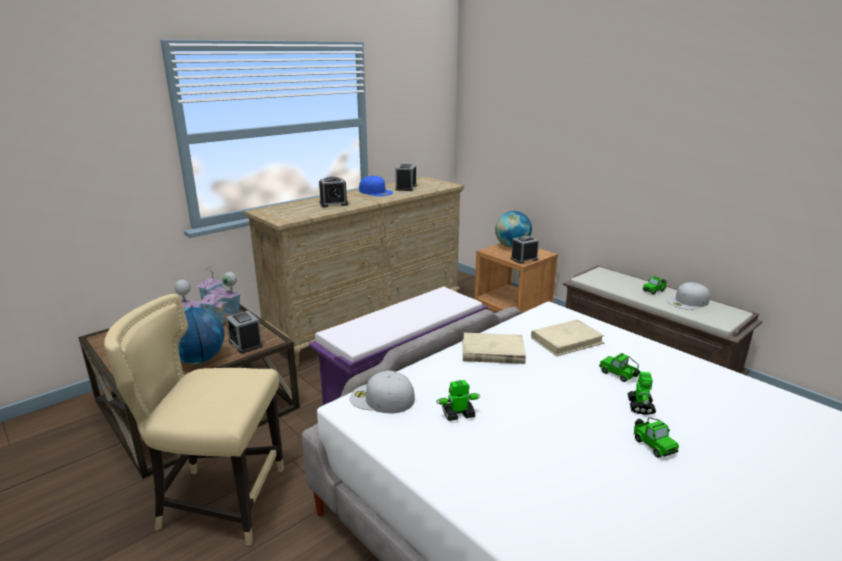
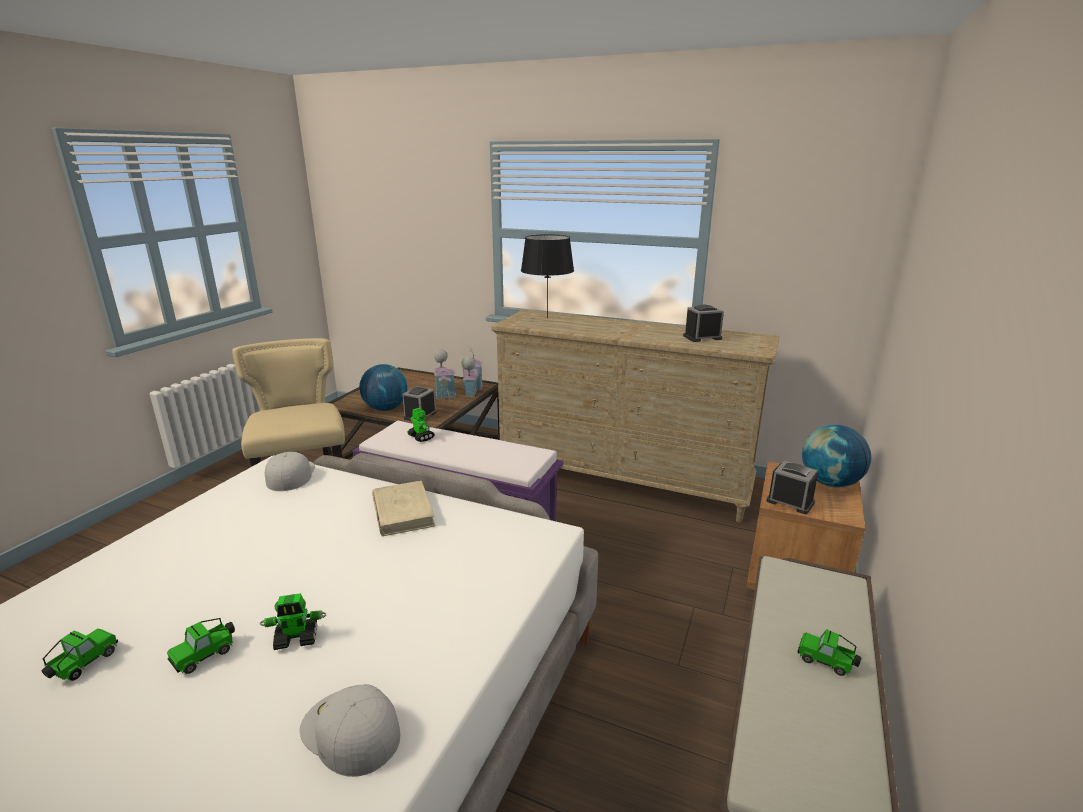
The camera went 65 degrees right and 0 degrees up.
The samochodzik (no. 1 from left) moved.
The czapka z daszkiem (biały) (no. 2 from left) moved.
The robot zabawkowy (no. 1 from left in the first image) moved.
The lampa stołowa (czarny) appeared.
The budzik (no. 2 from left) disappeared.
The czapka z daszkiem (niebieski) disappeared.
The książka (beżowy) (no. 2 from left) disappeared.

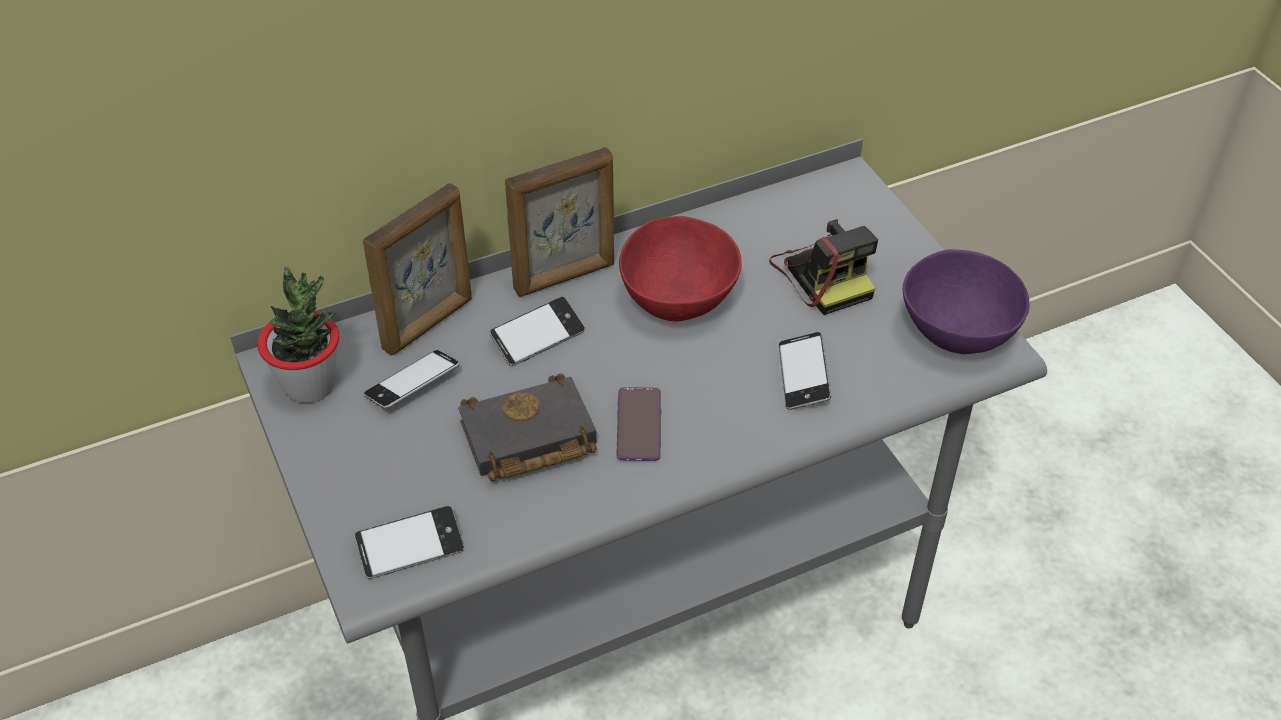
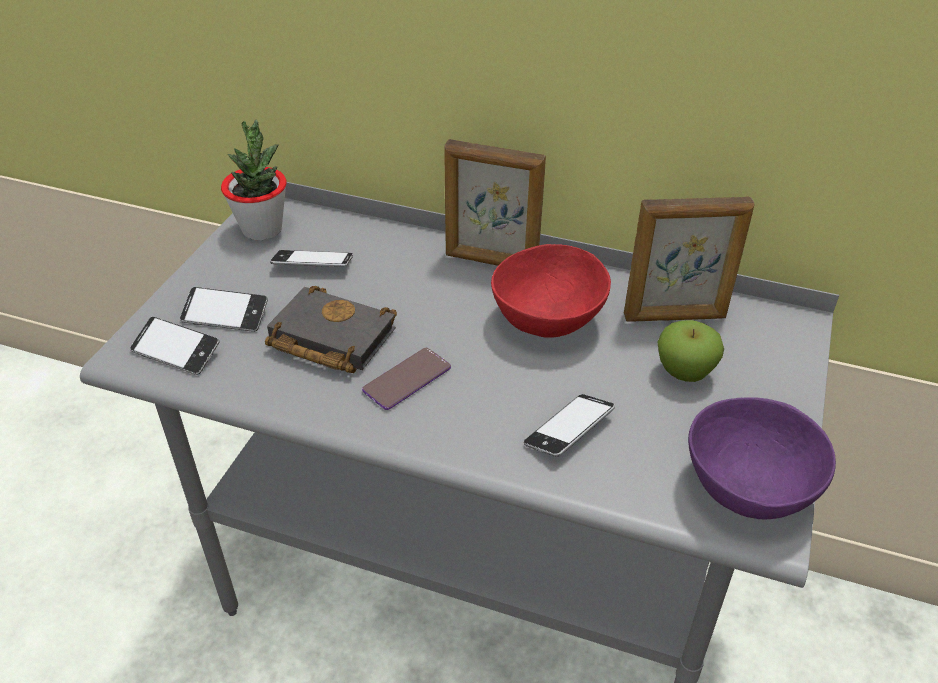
The camera went 45 degrees right and 5 degrees down.
The telefon (no. 3 from left in the first image) moved.
The ramka na zdjęcie (no. 1 from left in the first image) moved.
The aparat fotograficzny was replaced by the jabłko.

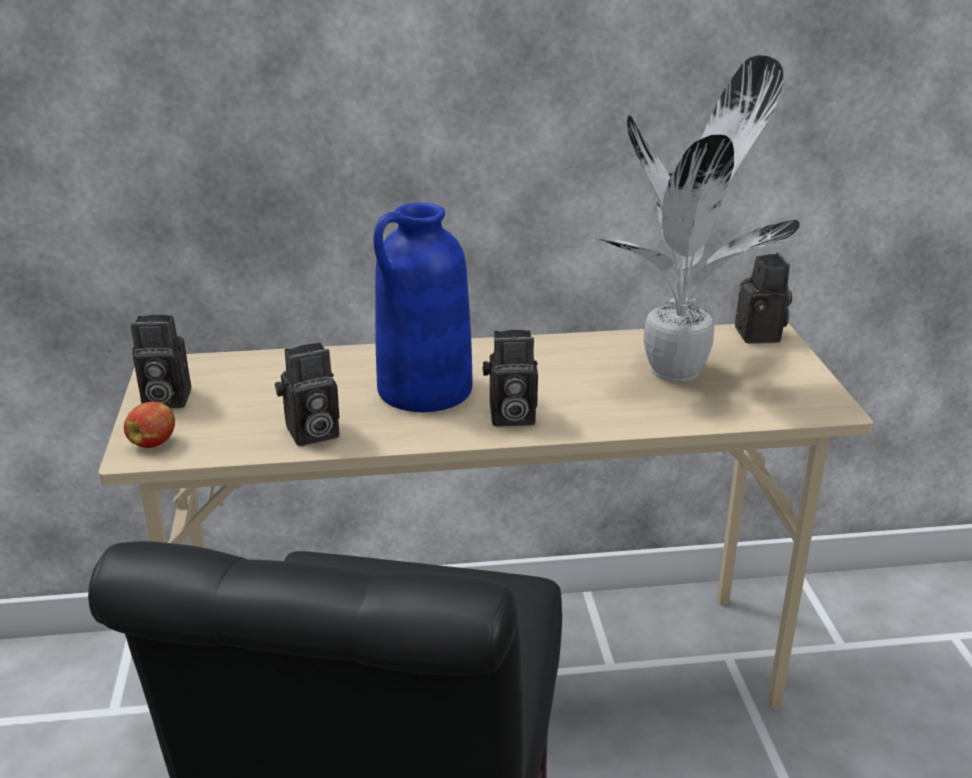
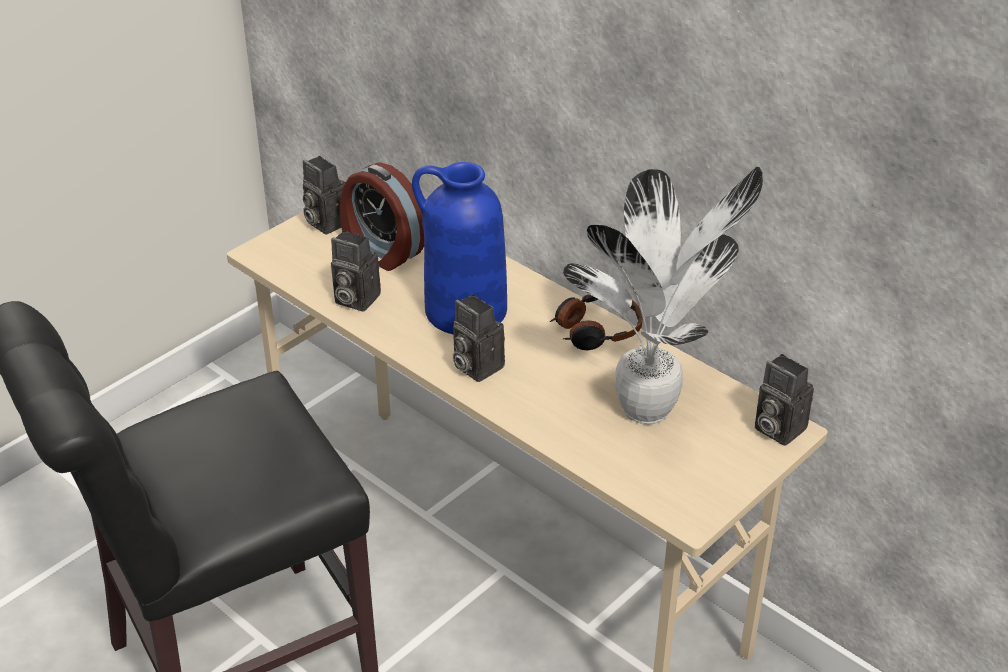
The camera went 50 degrees right and 10 degrees up.
The budzik appeared.
The słuchawki appeared.
The aparat fotograficzny (no. 4 from left) turned 90 degrees clockwise.
The jabłko disappeared.

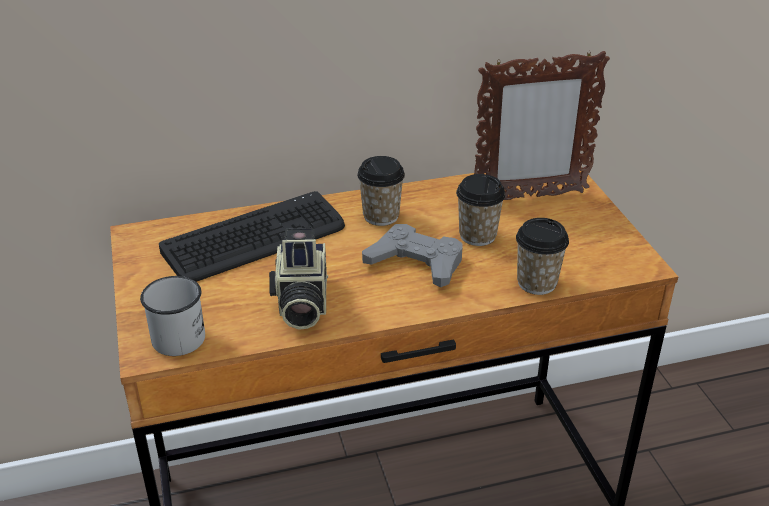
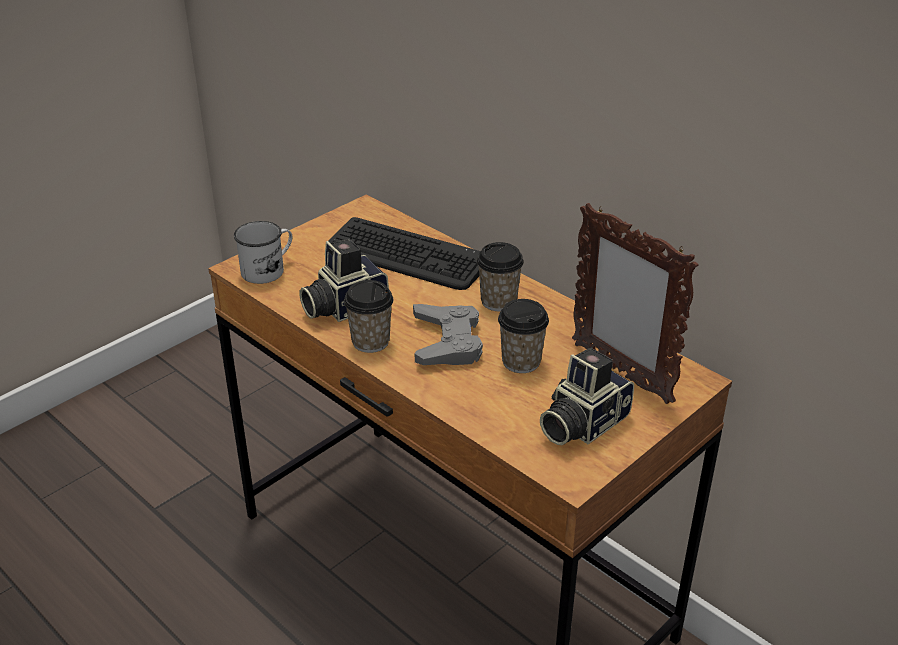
The camera went 60 degrees right and 0 degrees up.
The filiżanka (no. 3 from left in the first image) moved.
The aparat fotograficzny (no. 2 from left) appeared.

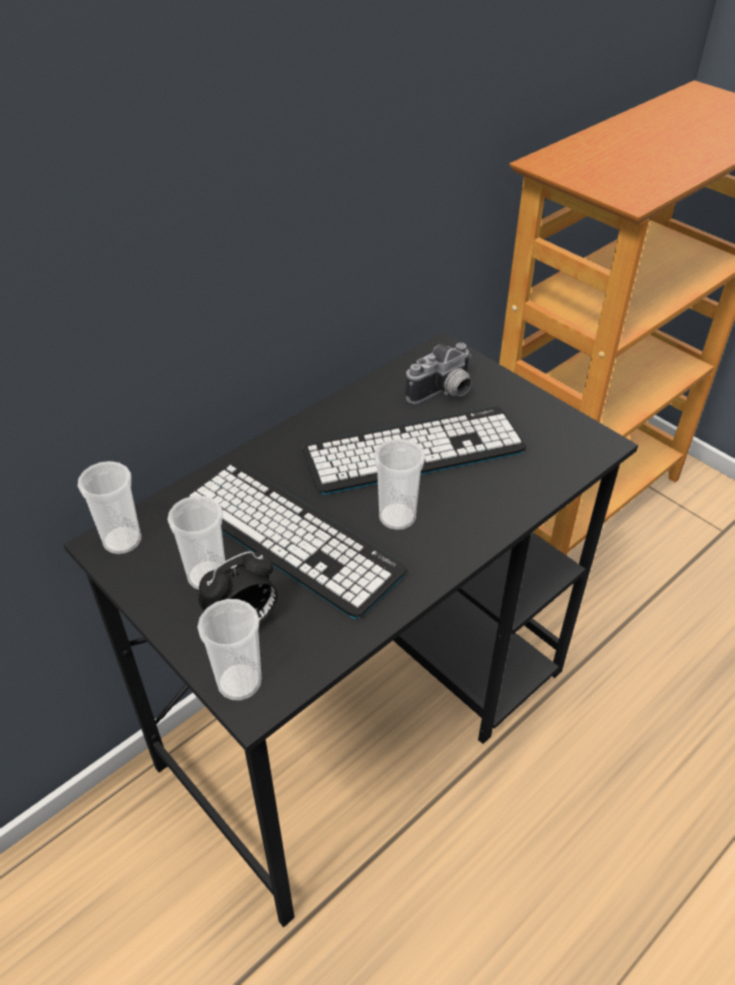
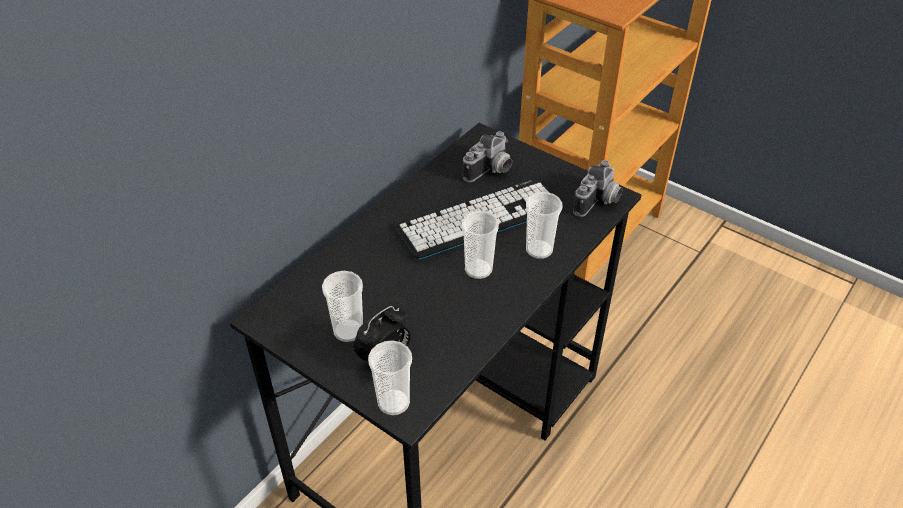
The camera went 10 degrees left and 0 degrees up.
The filiżanka (no. 1 from left in the first image) moved.
The aparat fotograficzny (no. 2 from left) appeared.
The klawiatura (no. 1 from left) disappeared.

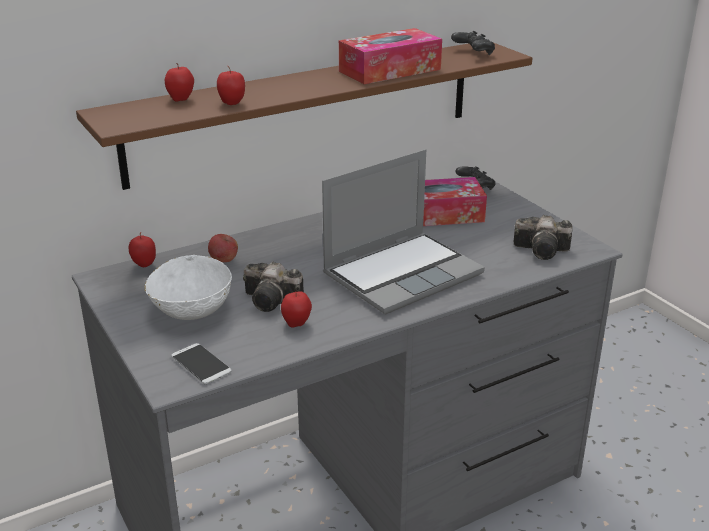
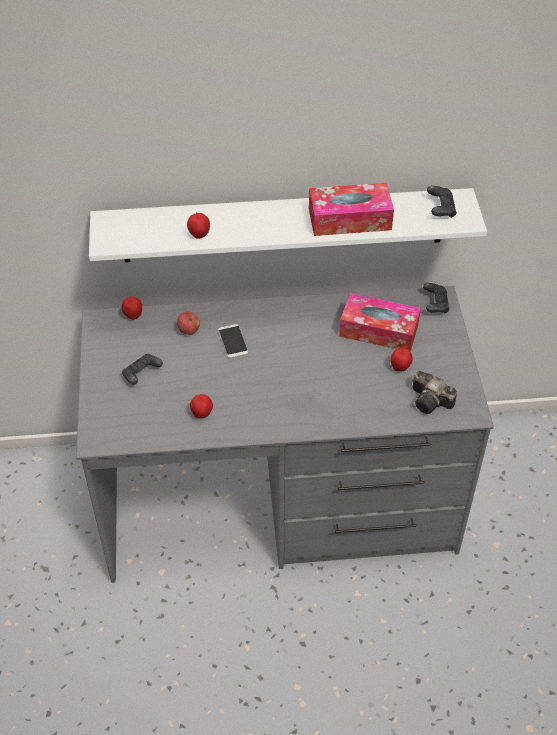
The camera went 25 degrees right and 20 degrees up.
The półka (brązowy) became the półka (biały).
The miska (biały) was replaced by the pad do gier (czarny) (no. 1 from left).
The telefon moved.
The jabłko (no. 2 from left in the first image) moved.
The aparat fotograficzny (no. 1 from left) disappeared.
The laptop disappeared.

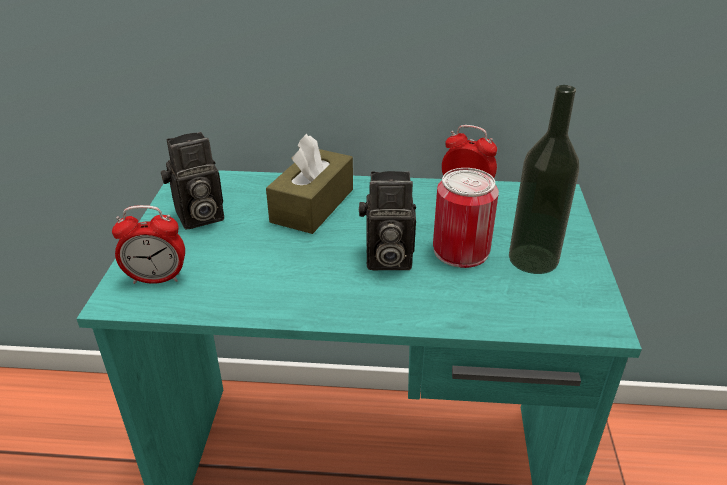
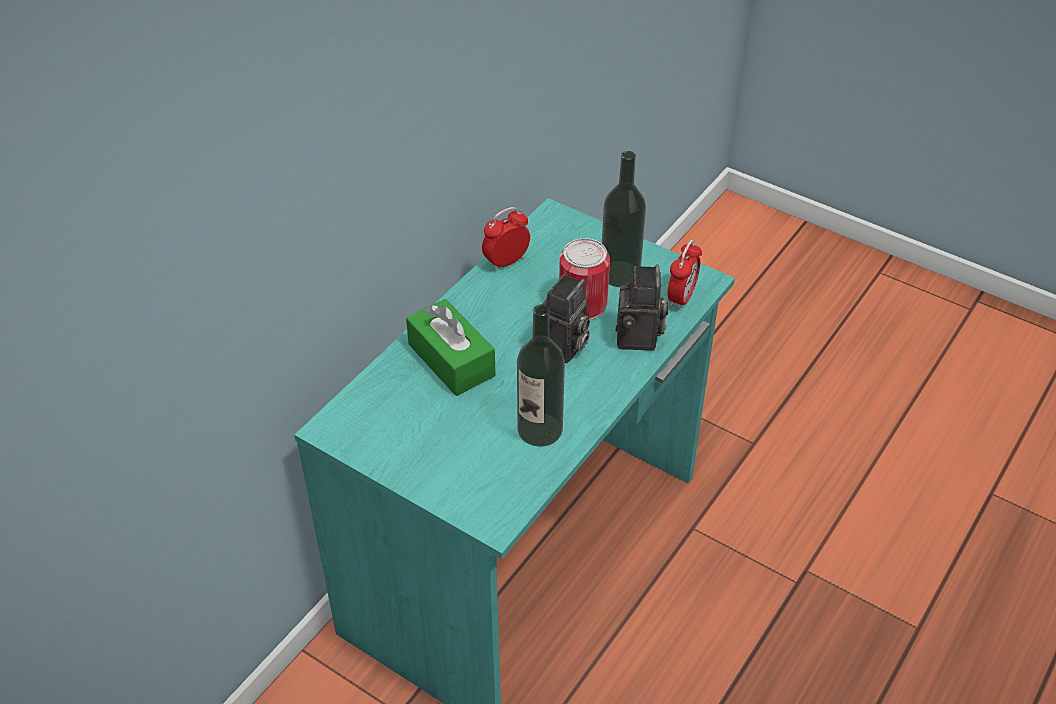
The camera went 60 degrees left and 10 degrees up.
The pudełko chusteczek (brązowy) became the pudełko chusteczek (zielony).
The butelka (no. 1 from left) appeared.
The aparat fotograficzny (no. 1 from left in the first image) moved.
The budzik (no. 1 from left in the first image) moved.

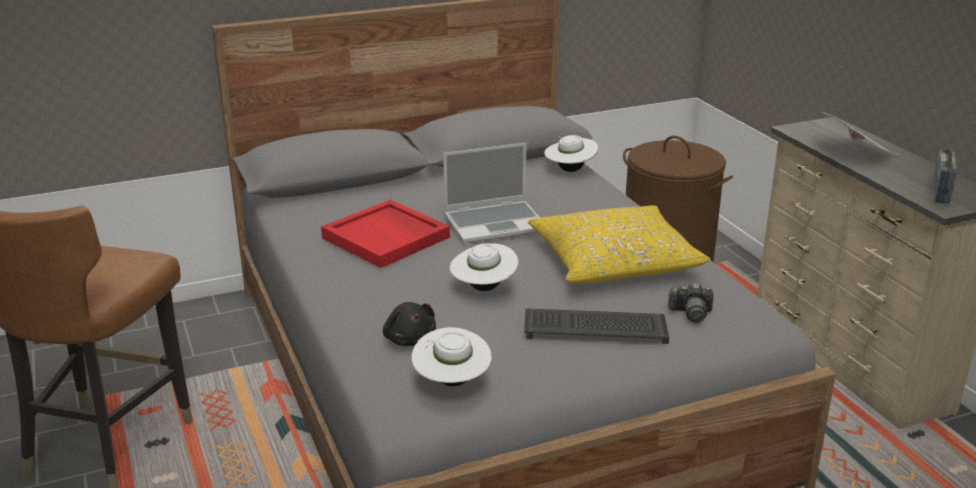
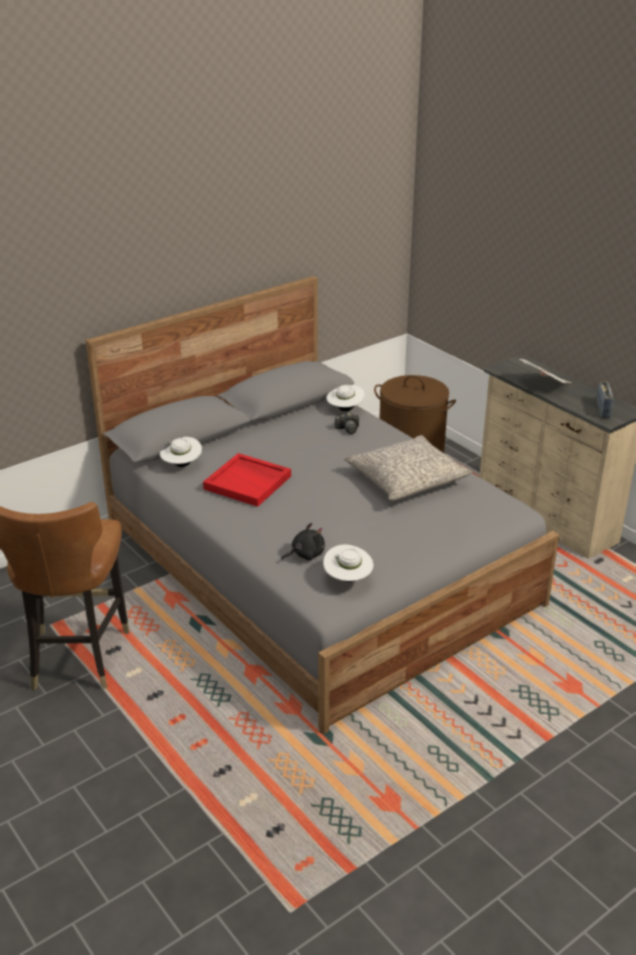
The camera went 15 degrees left and 5 degrees up.
The kapelusz (biały) (no. 2 from left in the first image) moved.
The pluszak (czarny) turned 75 degrees counterclockwise.
The aparat fotograficzny moved.
The poduszka (żółty) became the poduszka (szary).
The laptop disappeared.
The klawiatura disappeared.

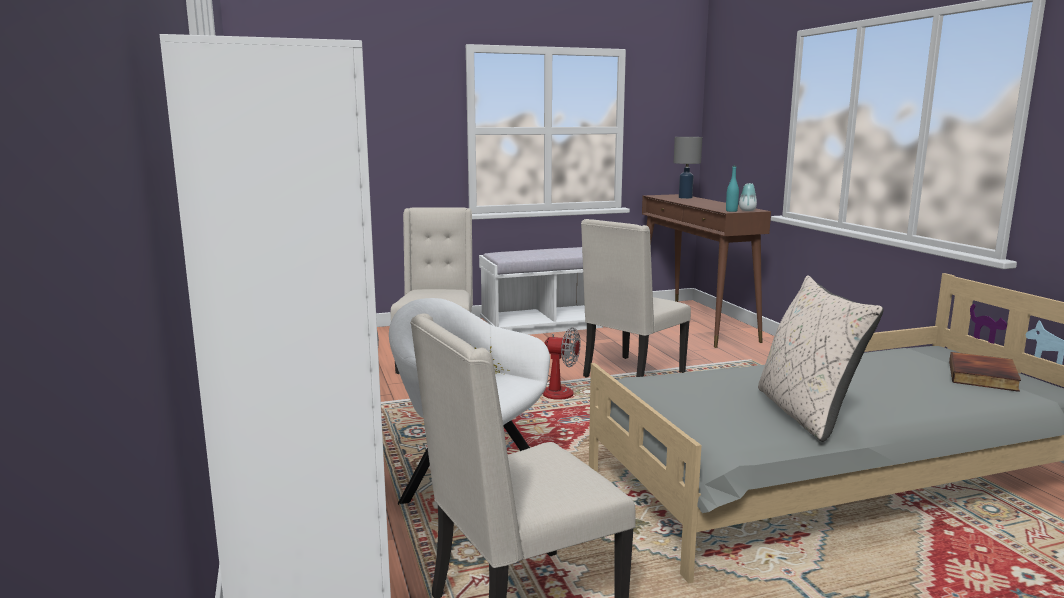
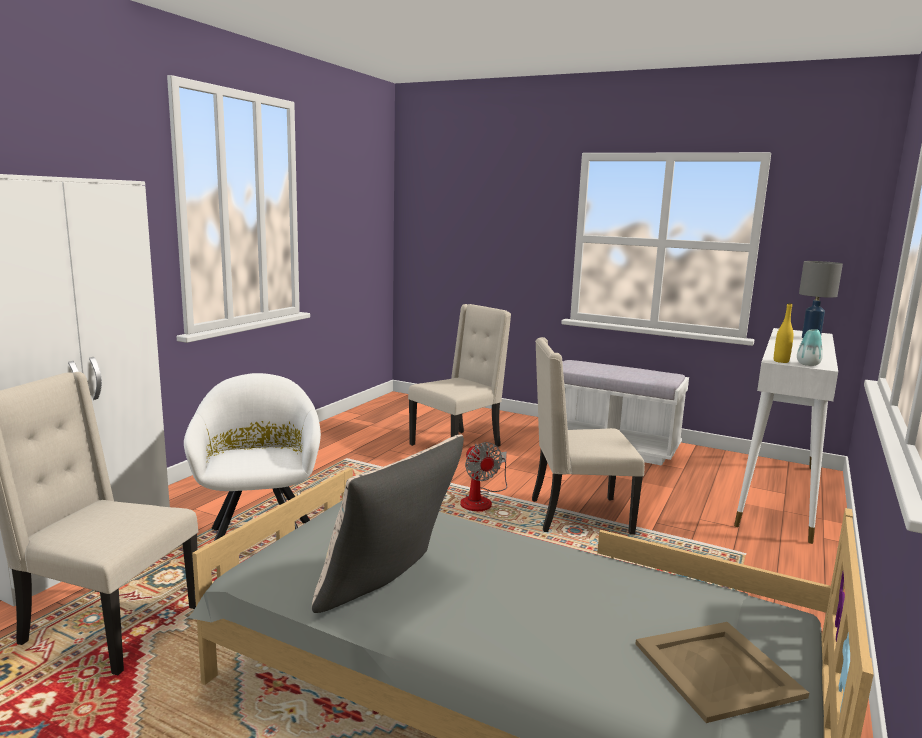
The camera went 45 degrees right and 0 degrees up.
The książka was replaced by the taca (beżowy).
The stolik konsolowy (brązowy) became the stolik konsolowy (biały).
The butelka (turkusowy) became the butelka (żółty).

